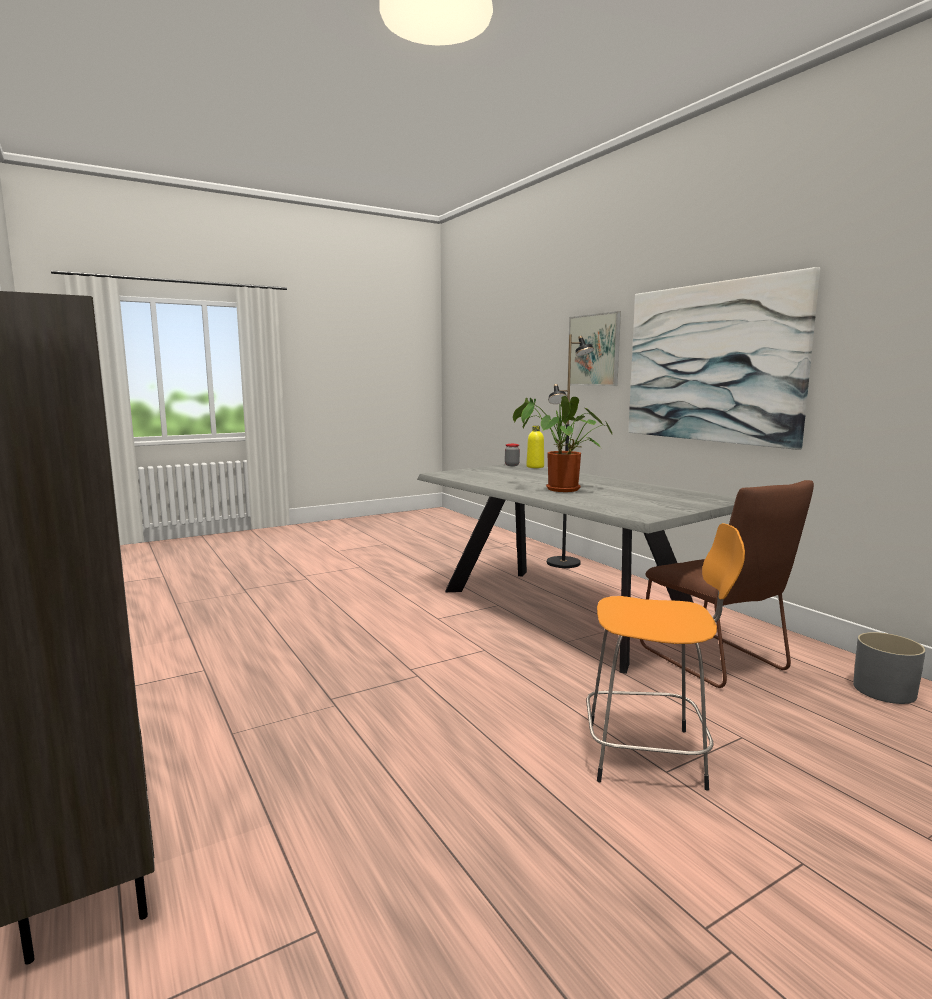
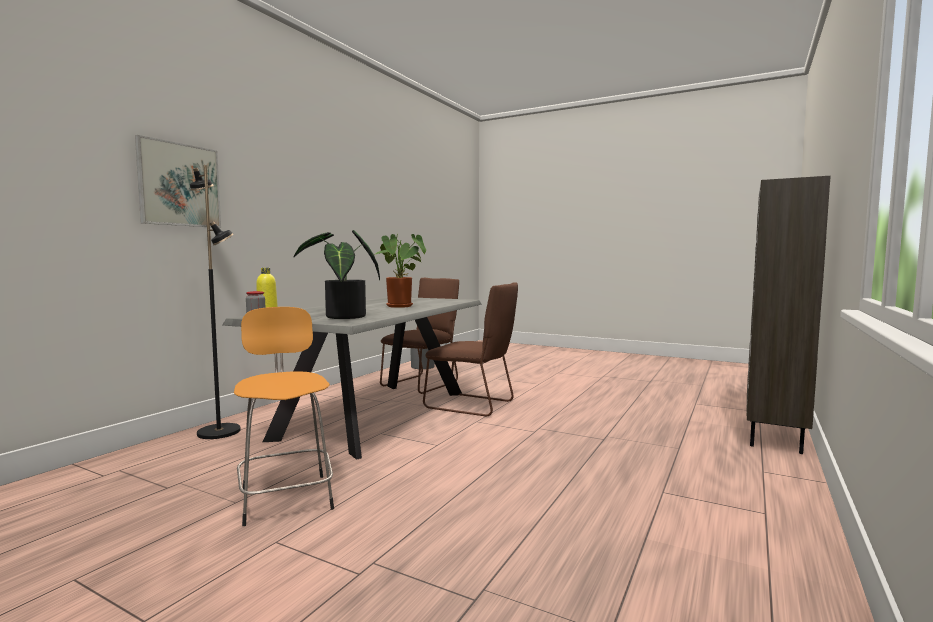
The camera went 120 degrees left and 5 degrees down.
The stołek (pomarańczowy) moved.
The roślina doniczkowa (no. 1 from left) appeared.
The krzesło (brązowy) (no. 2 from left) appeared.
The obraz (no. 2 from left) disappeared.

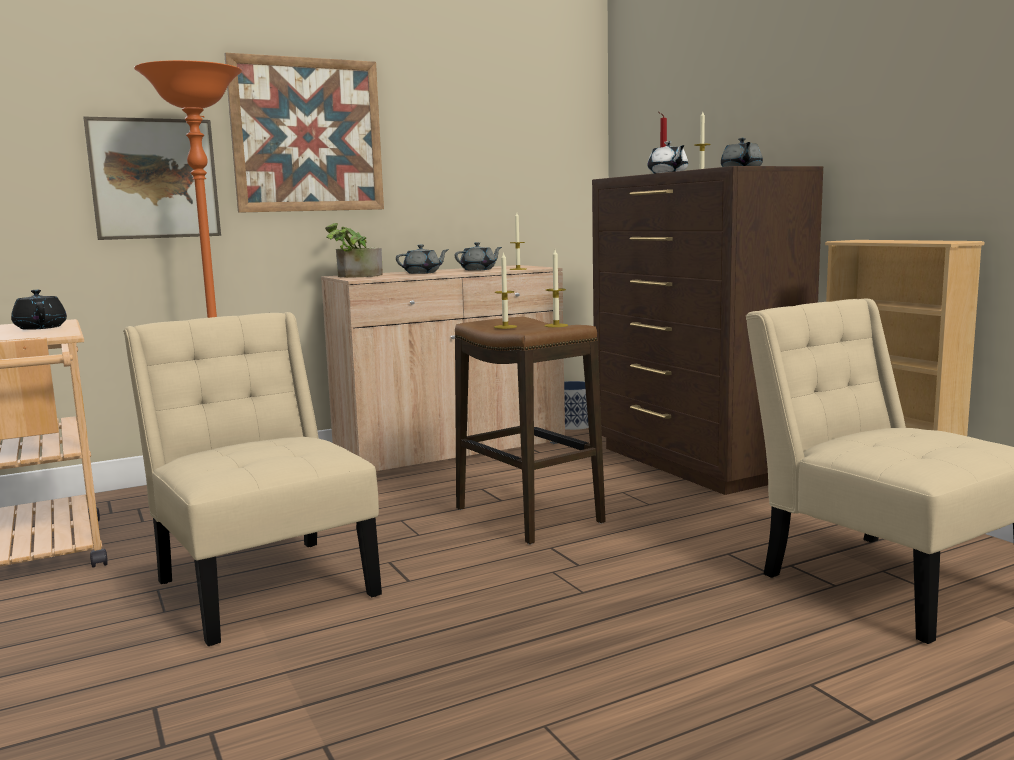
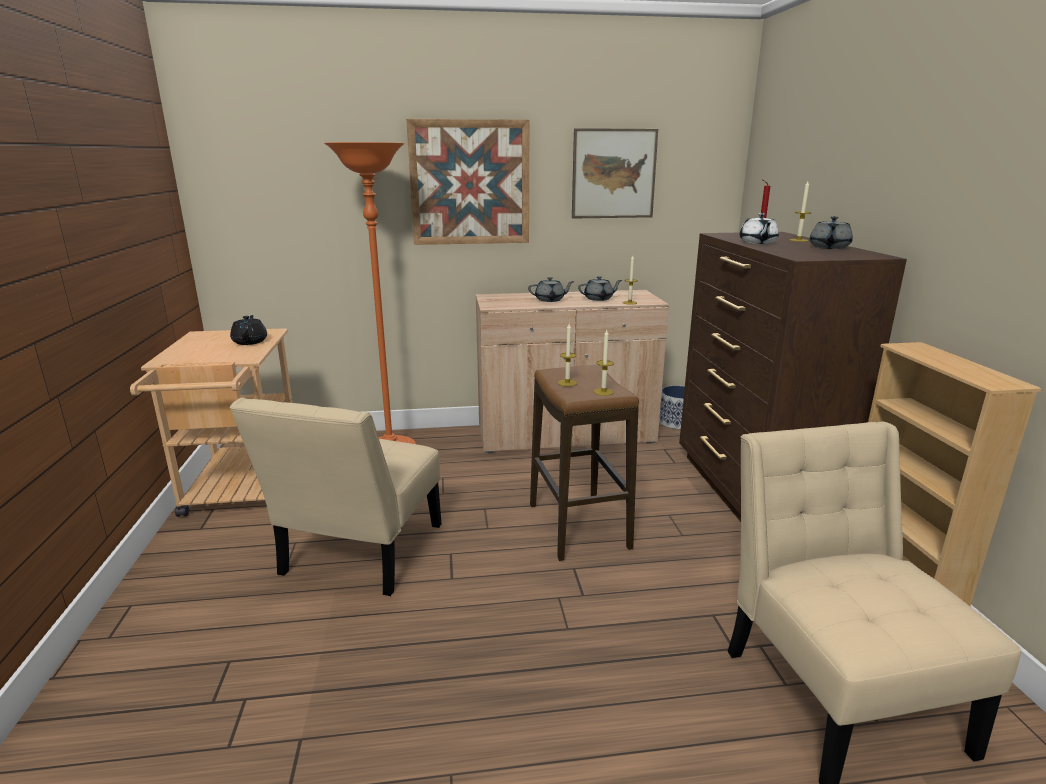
The camera went 20 degrees right and 10 degrees up.
The krzesło (beżowy) (no. 1 from left) turned 150 degrees counterclockwise.
The obraz (no. 1 from left in the first image) moved.
The roślina doniczkowa disappeared.

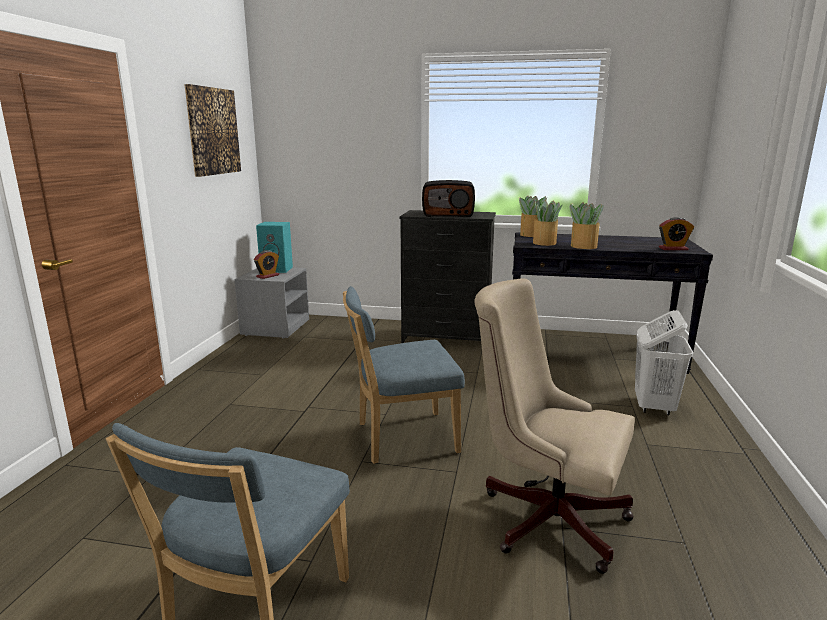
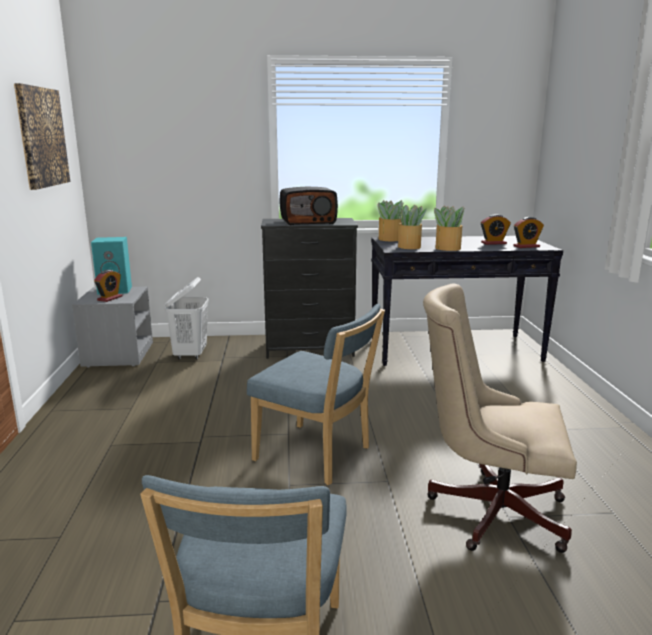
The camera went 15 degrees left and 0 degrees up.
The kosz na pranie (biały) moved.
The krzesło (niebieski) (no. 2 from left) turned 120 degrees counterclockwise.
The budzik (no. 2 from left) appeared.

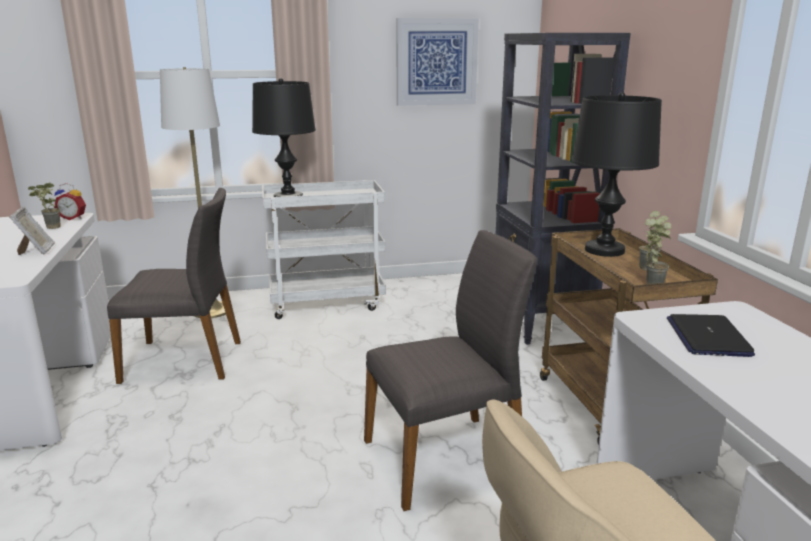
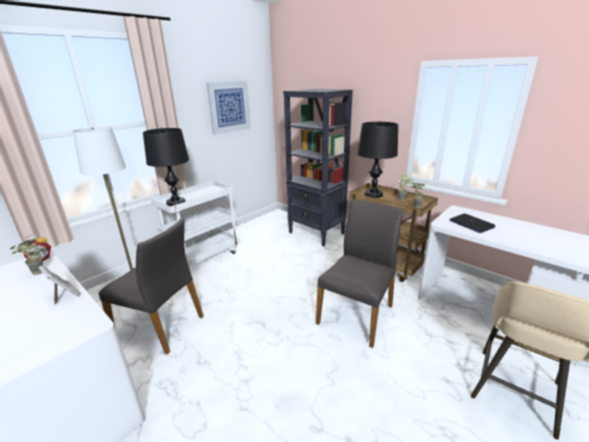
The camera went 35 degrees left and 5 degrees up.
The krzesło (szary) (no. 1 from left) turned 60 degrees clockwise.

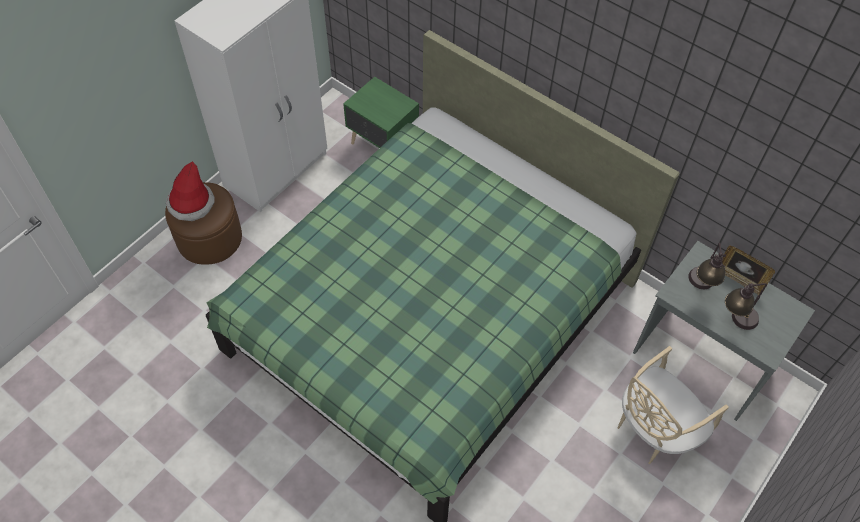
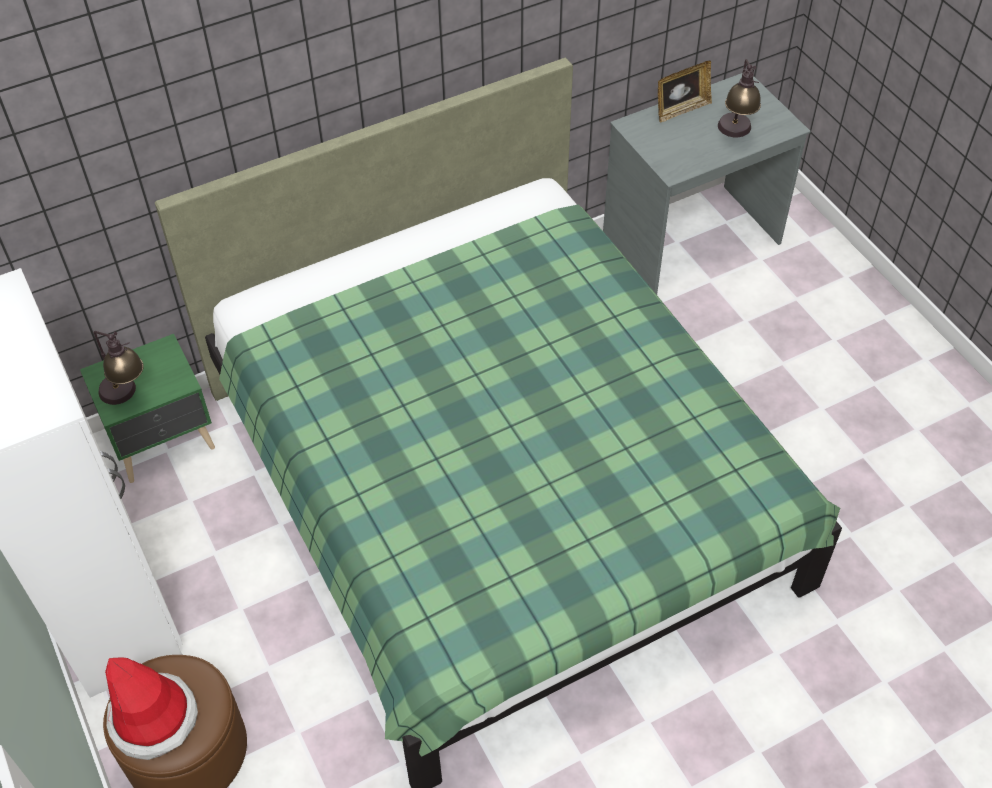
The camera went 65 degrees left and 5 degrees down.
The lampa stołowa (no. 1 from left) moved.
The krzesło (beżowy) disappeared.

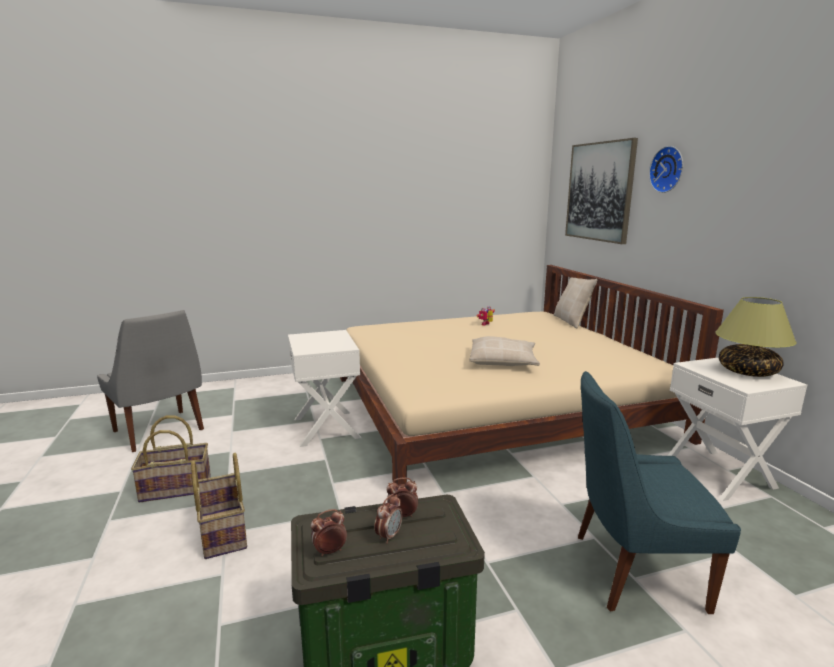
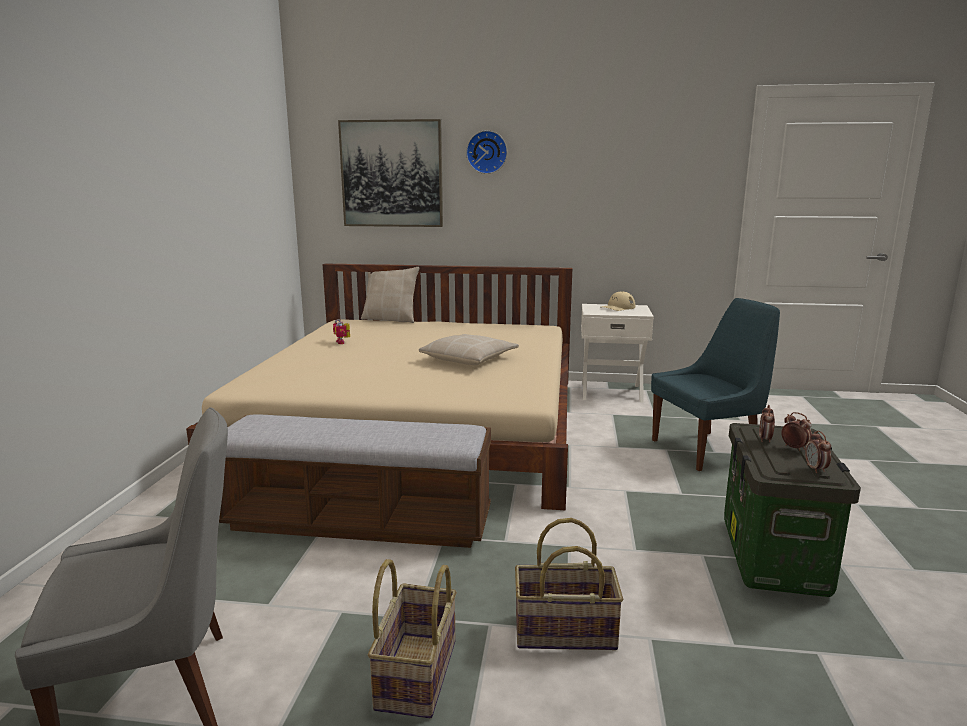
The camera went 65 degrees left and 0 degrees up.
The szafka nocna (biały) (no. 1 from left) was replaced by the ławka.
The lampa stołowa was replaced by the czapka z daszkiem (beżowy).
The krzesło (niebieski) turned 135 degrees counterclockwise.

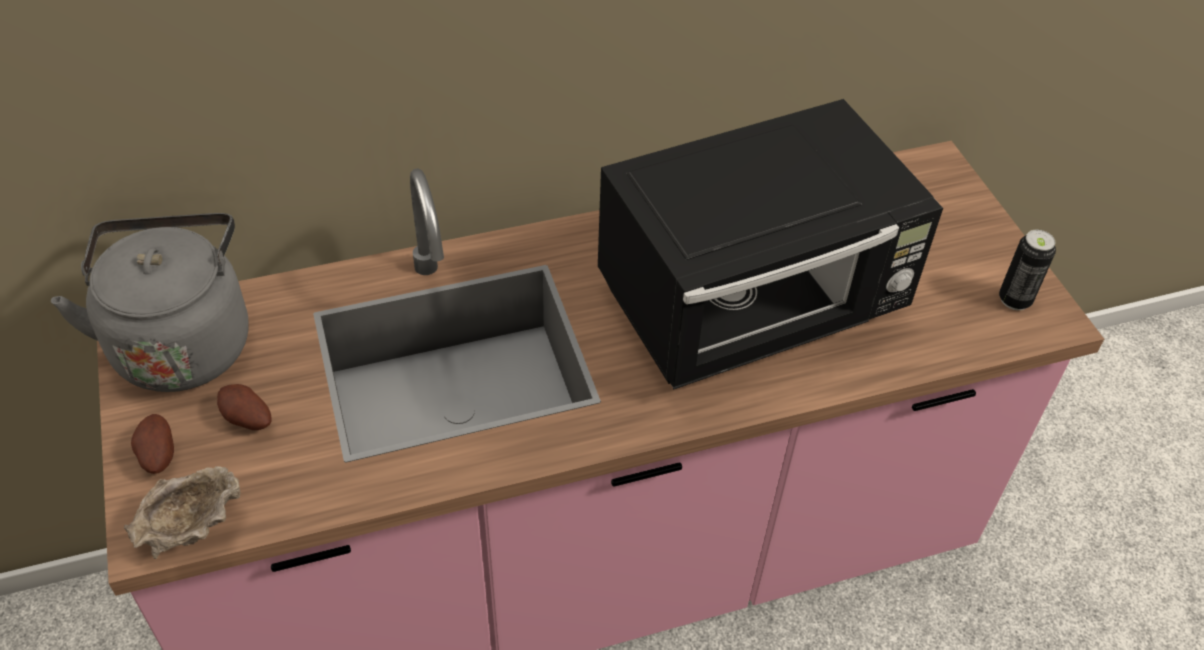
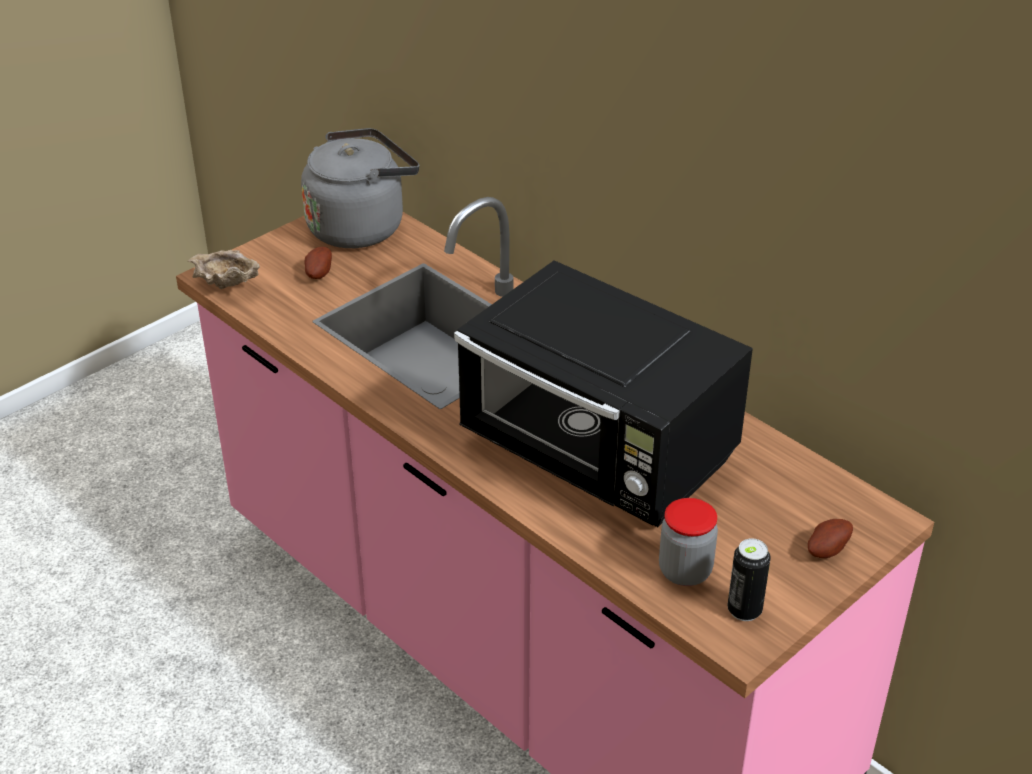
The camera went 65 degrees right and 10 degrees down.
The słoik appeared.
The ziemniak (no. 1 from left in the first image) moved.

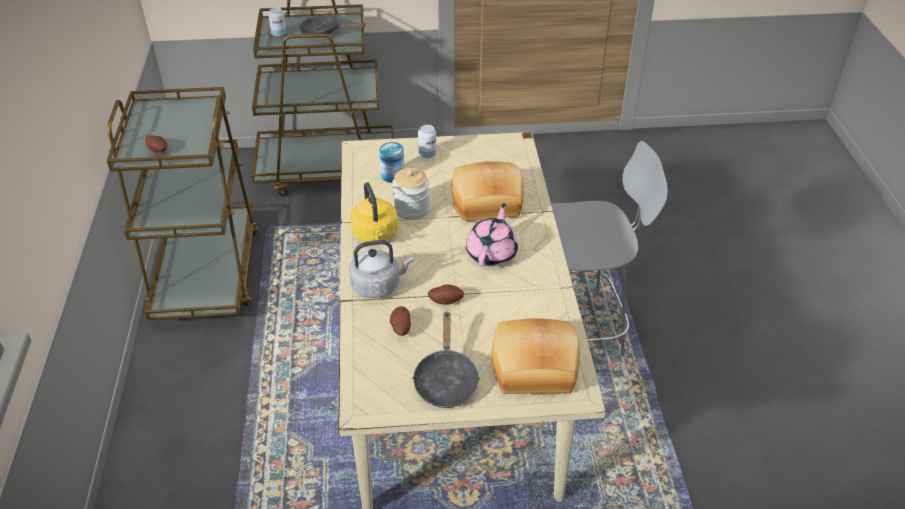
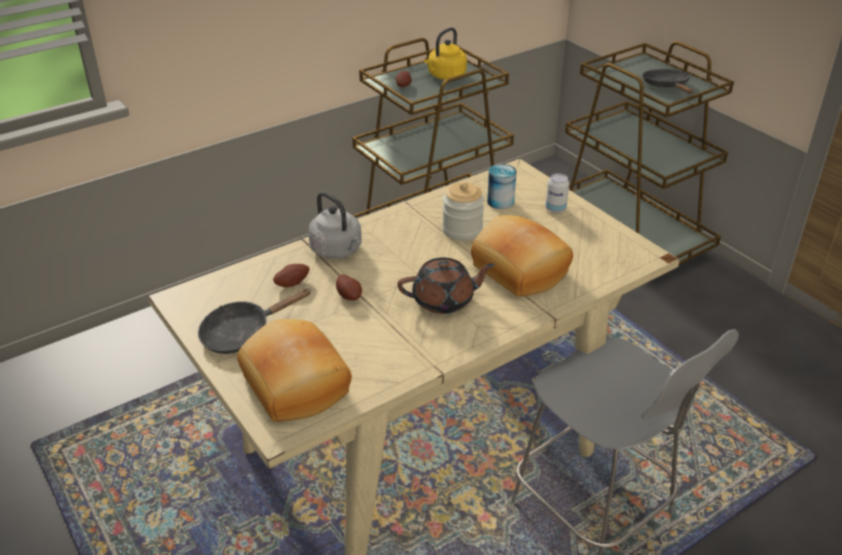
The camera went 60 degrees right and 5 degrees down.
The imbryk (różowy) became the imbryk (brązowy).
The czajnik (żółty) moved.
The puszka (no. 1 from left) disappeared.

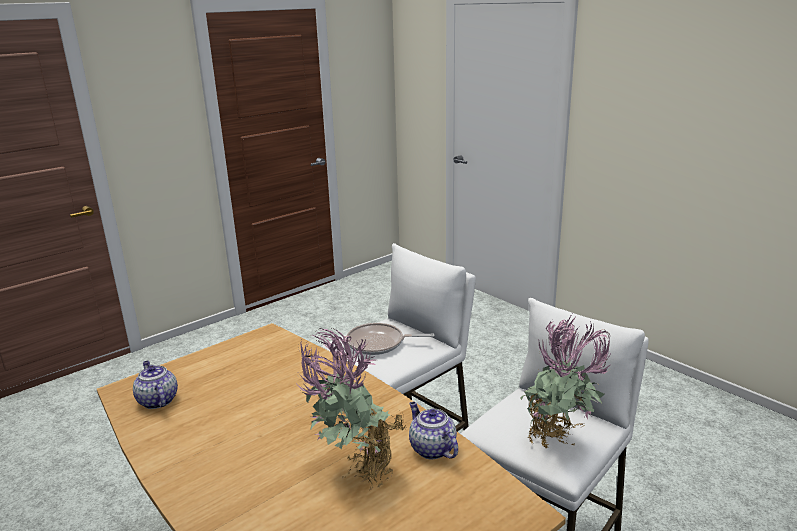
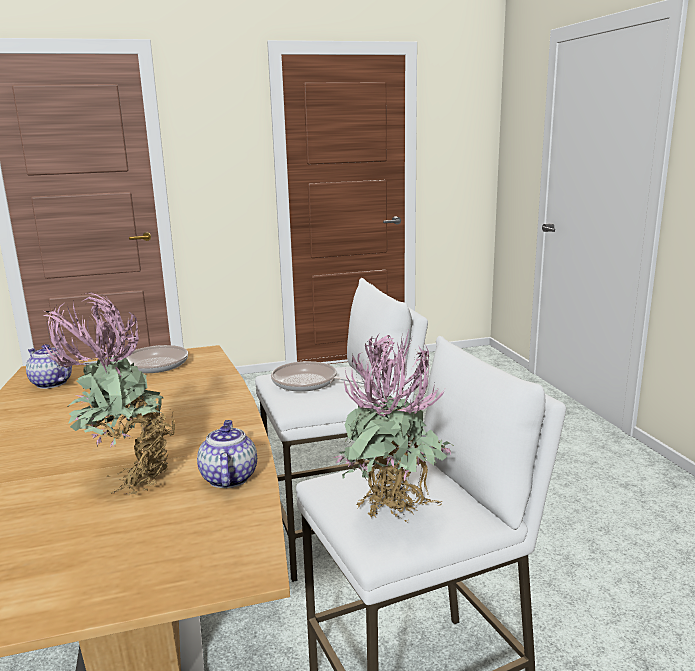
The camera went 25 degrees right and 5 degrees down.
The imbryk (no. 1 from left) turned 45 degrees counterclockwise.
The patelnia (no. 1 from left) appeared.

